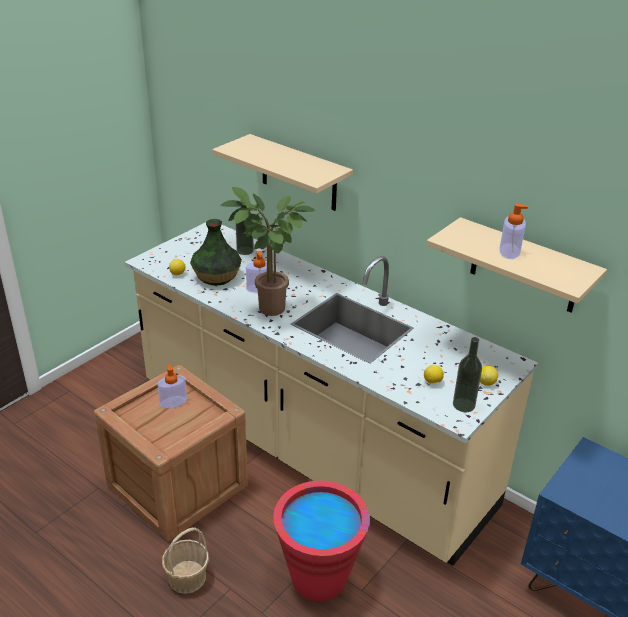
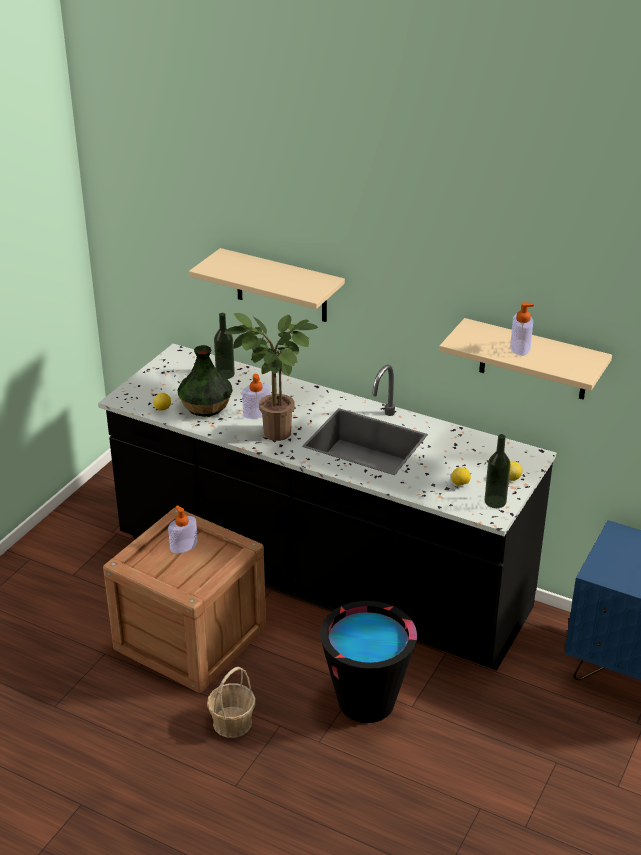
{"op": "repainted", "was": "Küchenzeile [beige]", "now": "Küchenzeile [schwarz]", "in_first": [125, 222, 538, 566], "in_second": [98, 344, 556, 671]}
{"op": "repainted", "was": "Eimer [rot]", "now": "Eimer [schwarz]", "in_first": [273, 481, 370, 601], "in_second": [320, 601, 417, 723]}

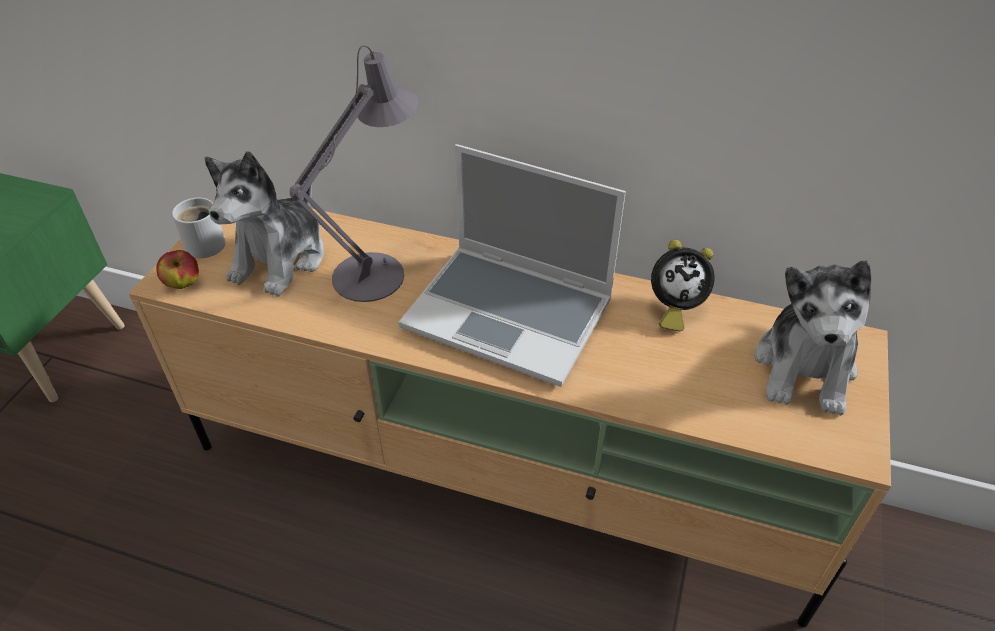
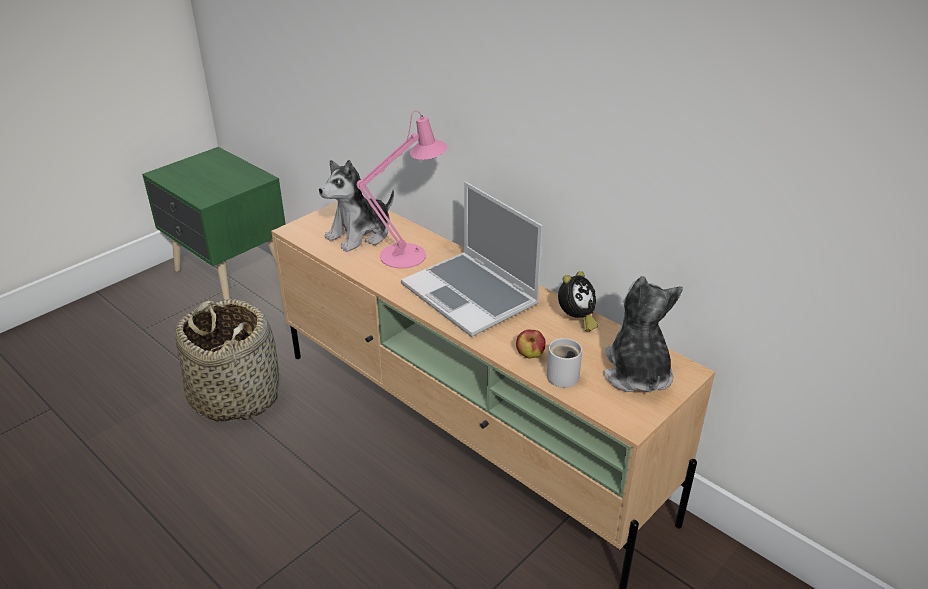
{"op": "new", "now": "Korb", "in_second": [175, 299, 279, 422]}
{"op": "repainted", "was": "Tischlampe [grau]", "now": "Tischlampe [rosa]", "in_first": [290, 45, 418, 302], "in_second": [357, 110, 448, 268]}
{"op": "shifted", "was": "Apfel", "in_first": [156, 250, 199, 289], "in_second": [516, 330, 545, 358]}
{"op": "shifted", "was": "Henkelbecher [weiß]", "in_first": [172, 198, 226, 258], "in_second": [547, 338, 582, 388]}
{"op": "rotated", "was": "Wecker", "in_first": [651, 239, 714, 331], "in_second": [558, 271, 598, 331], "clockwise": -75}
{"op": "rotated", "was": "Plüschtier", "in_first": [755, 261, 871, 416], "in_second": [603, 276, 683, 392], "clockwise": 135}

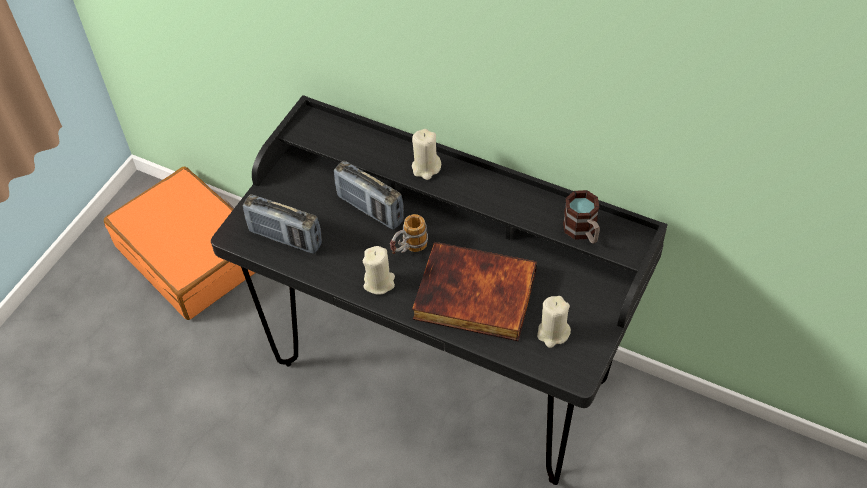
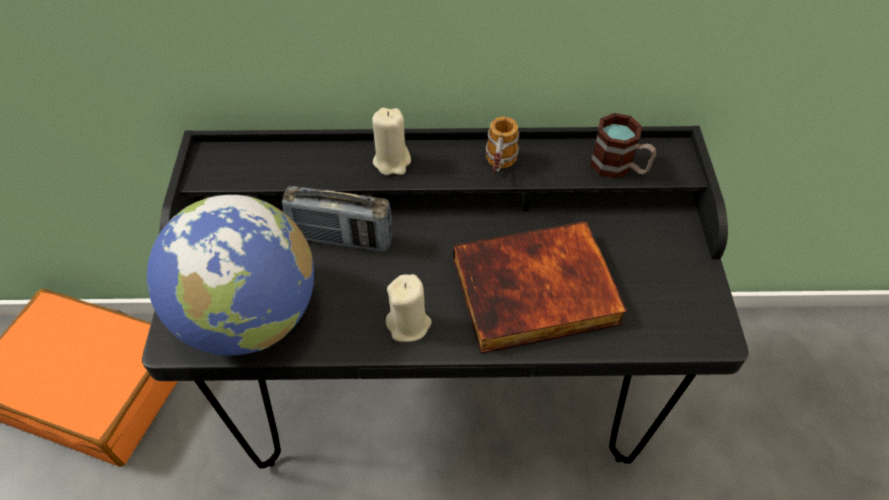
{"op": "swapped", "was": "Radio", "now": "Globus", "in_first": [243, 194, 322, 254], "in_second": [147, 195, 314, 356]}
{"op": "shifted", "was": "Henkelbecher", "in_first": [390, 214, 428, 254], "in_second": [486, 117, 519, 175]}
{"op": "gone", "was": "Kerze [beige]", "in_first": [537, 296, 571, 348]}

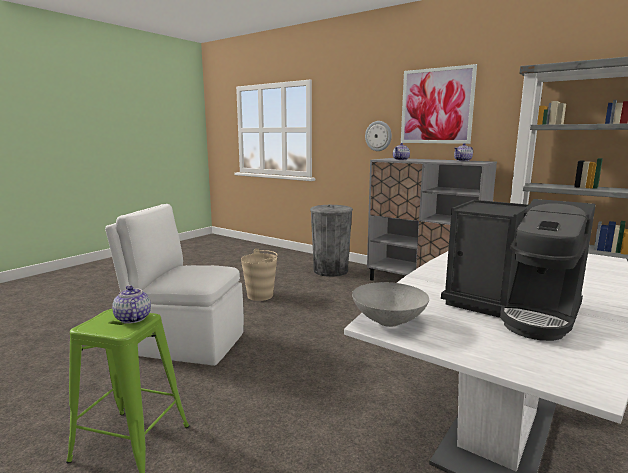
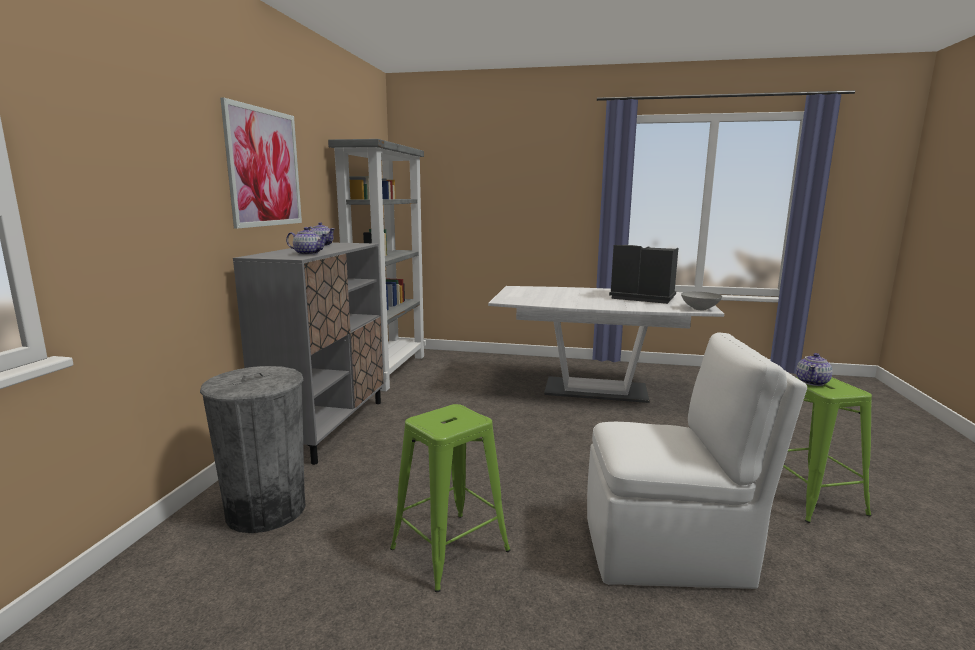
{"op": "swapped", "was": "Eimer [beige]", "now": "Hocker [grün]", "in_first": [241, 248, 278, 301], "in_second": [390, 404, 511, 592]}
{"op": "rotated", "was": "Stuhl [weiß]", "in_first": [105, 204, 244, 366], "in_second": [587, 332, 807, 589], "clockwise": -75}
{"op": "rotated", "was": "Kaffeemaschine", "in_first": [441, 199, 596, 341], "in_second": [609, 245, 678, 304], "clockwise": -75}
{"op": "gone", "was": "Wanduhr", "in_first": [365, 121, 392, 151]}

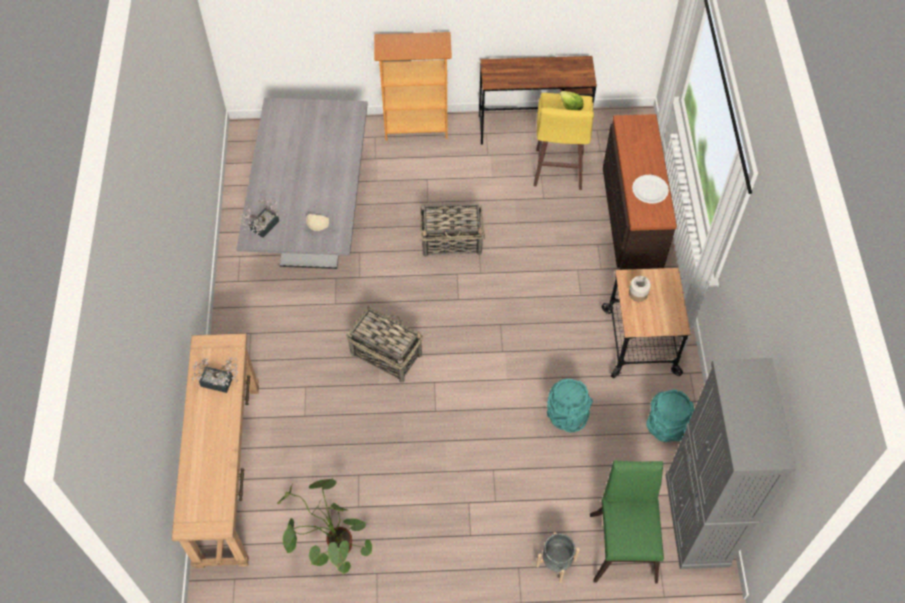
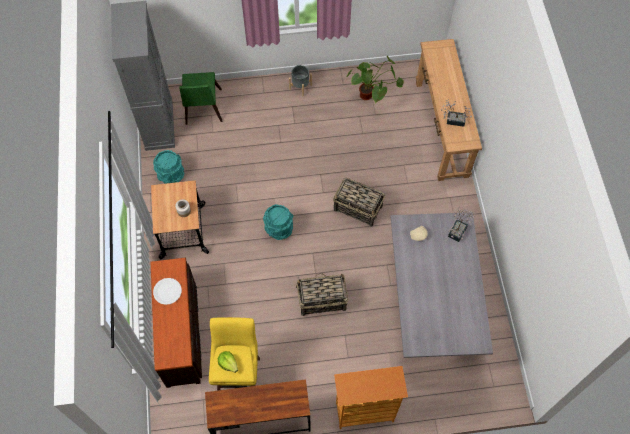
{"op": "shifted", "was": "Eimer [türkis]", "in_first": [547, 379, 593, 433], "in_second": [263, 204, 293, 240]}
{"op": "shifted", "was": "Pflanzkübel [grau]", "in_first": [536, 532, 580, 583], "in_second": [289, 65, 312, 96]}

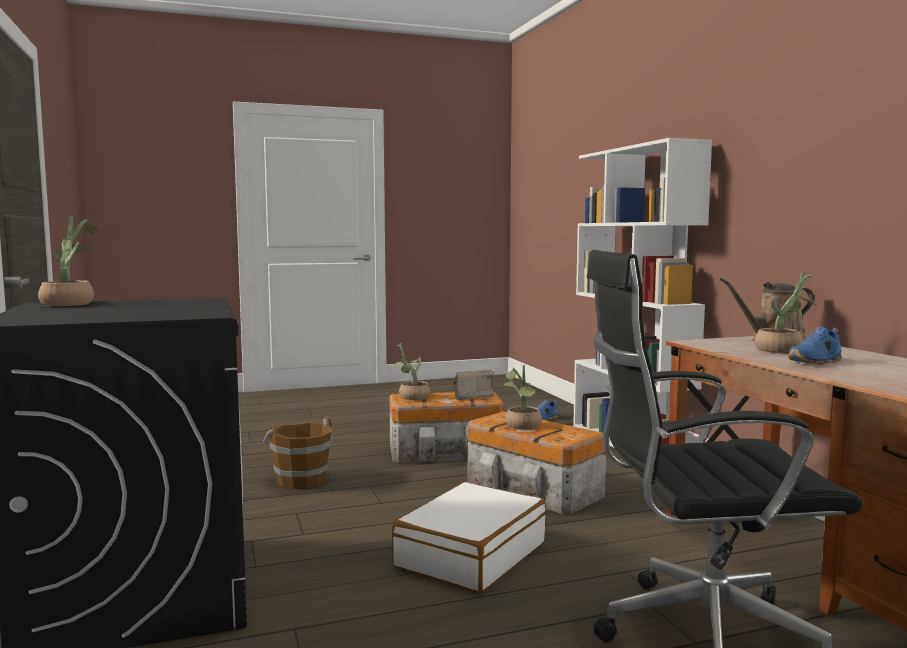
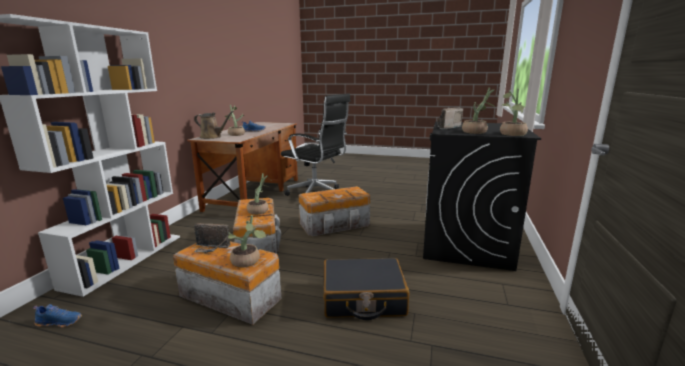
{"op": "swapped", "was": "Koffer [weiß]", "now": "Aufbewahrungsbox", "in_first": [392, 482, 546, 593], "in_second": [299, 186, 370, 236]}
{"op": "swapped", "was": "Eimer [braun]", "now": "Koffer [schwarz]", "in_first": [263, 417, 332, 489], "in_second": [323, 258, 409, 320]}
{"op": "new", "now": "Radio", "in_second": [437, 108, 463, 130]}
{"op": "new", "now": "Topfpflanze", "in_second": [462, 88, 498, 134]}

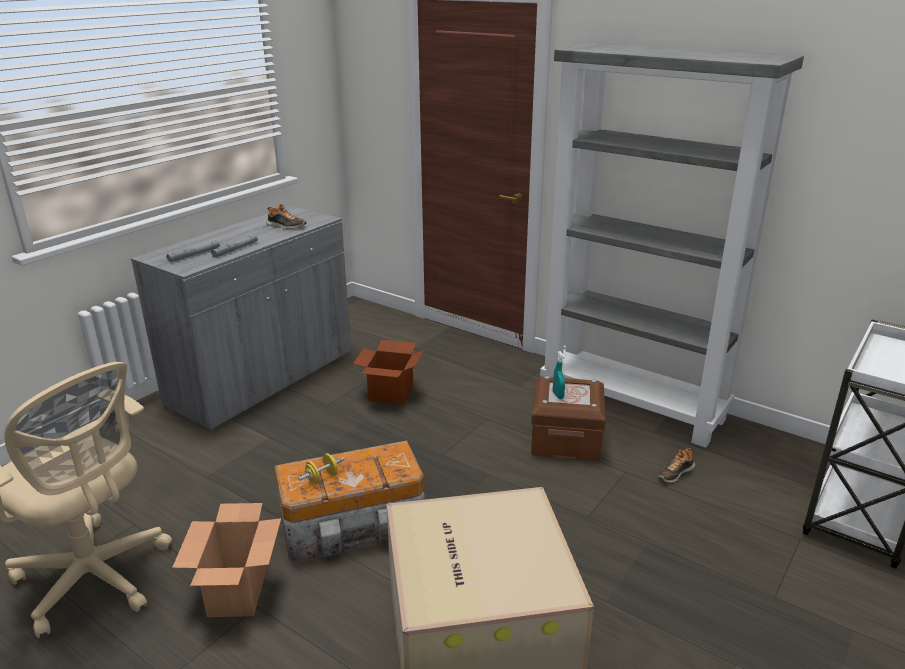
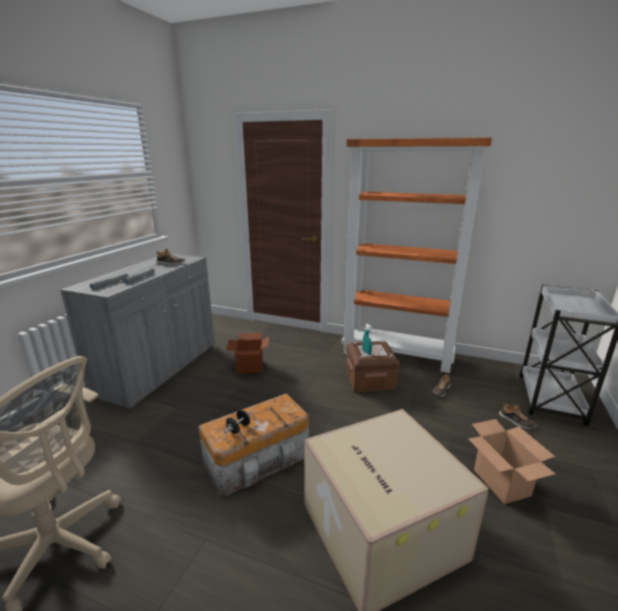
{"op": "repainted", "was": "Hantel [gelb]", "now": "Hantel [schwarz]", "in_first": [298, 453, 344, 484], "in_second": [224, 410, 252, 434]}
{"op": "repainted", "was": "Bücherregal [grau]", "now": "Bücherregal [orange]", "in_first": [540, 42, 804, 448], "in_second": [342, 138, 492, 373]}
{"op": "shifted", "was": "Karton", "in_first": [172, 503, 281, 617], "in_second": [468, 419, 555, 504]}
{"op": "new", "now": "Schuh", "in_second": [499, 403, 537, 429]}

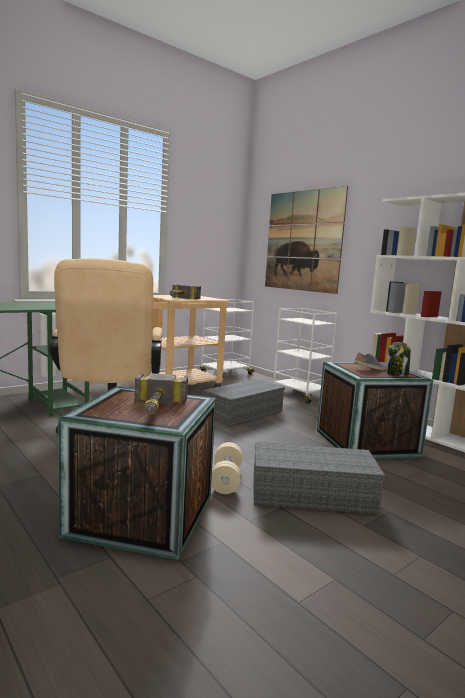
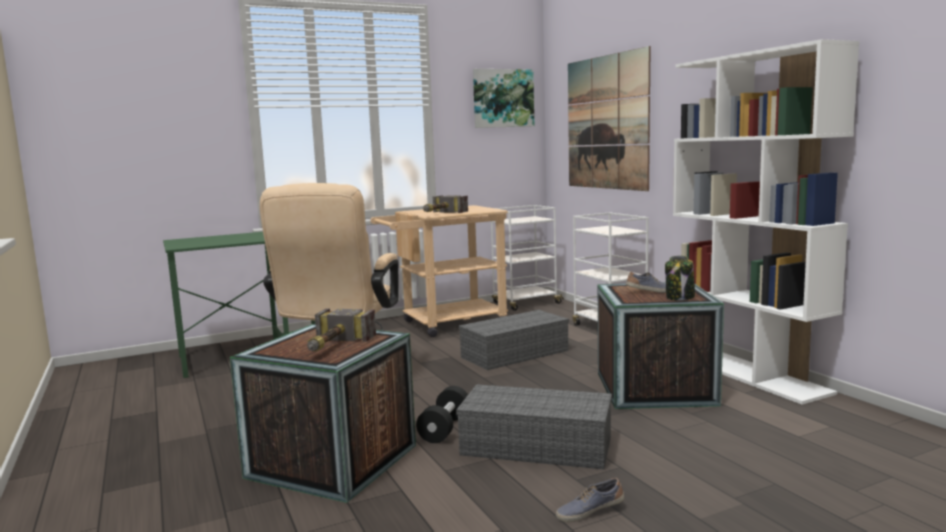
{"op": "repainted", "was": "Hantel [beige]", "now": "Hantel [schwarz]", "in_first": [211, 442, 242, 494], "in_second": [416, 386, 468, 443]}
{"op": "new", "now": "Bild", "in_second": [473, 69, 534, 128]}
{"op": "new", "now": "Schuh", "in_second": [556, 478, 624, 522]}

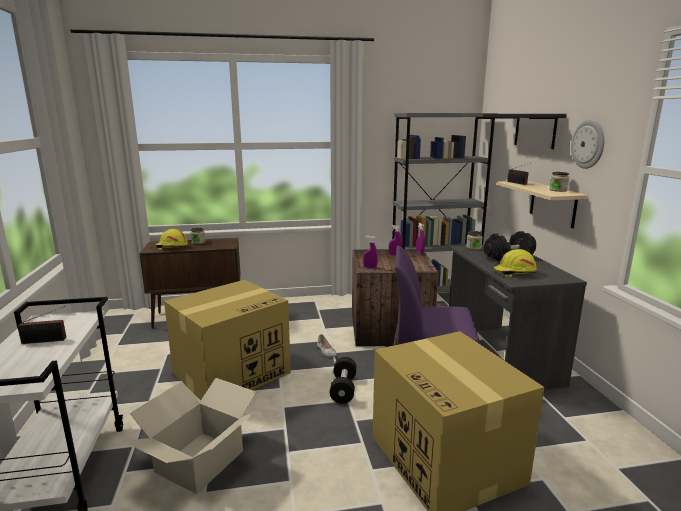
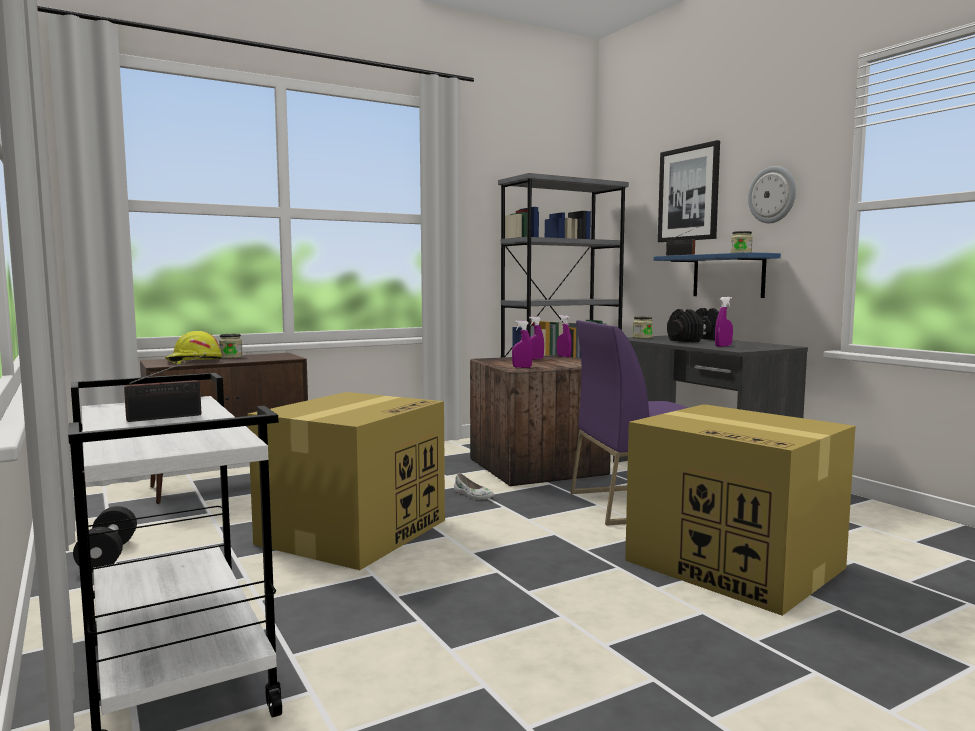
{"op": "shifted", "was": "Hantel [schwarz]", "in_first": [330, 357, 356, 404], "in_second": [73, 506, 137, 572]}
{"op": "repainted", "was": "Wandregal [beige]", "now": "Wandregal [blau]", "in_first": [497, 181, 588, 228], "in_second": [654, 252, 781, 298]}
{"op": "swapped", "was": "Wandregal [schwarz]", "now": "Bild", "in_first": [483, 114, 567, 149], "in_second": [658, 140, 720, 242]}
{"op": "swapped", "was": "Schutzhelm [gelb]", "now": "Sprühflasche [lila]", "in_first": [494, 249, 537, 277], "in_second": [715, 297, 733, 347]}
{"op": "gone", "was": "Karton", "in_first": [123, 378, 259, 494]}

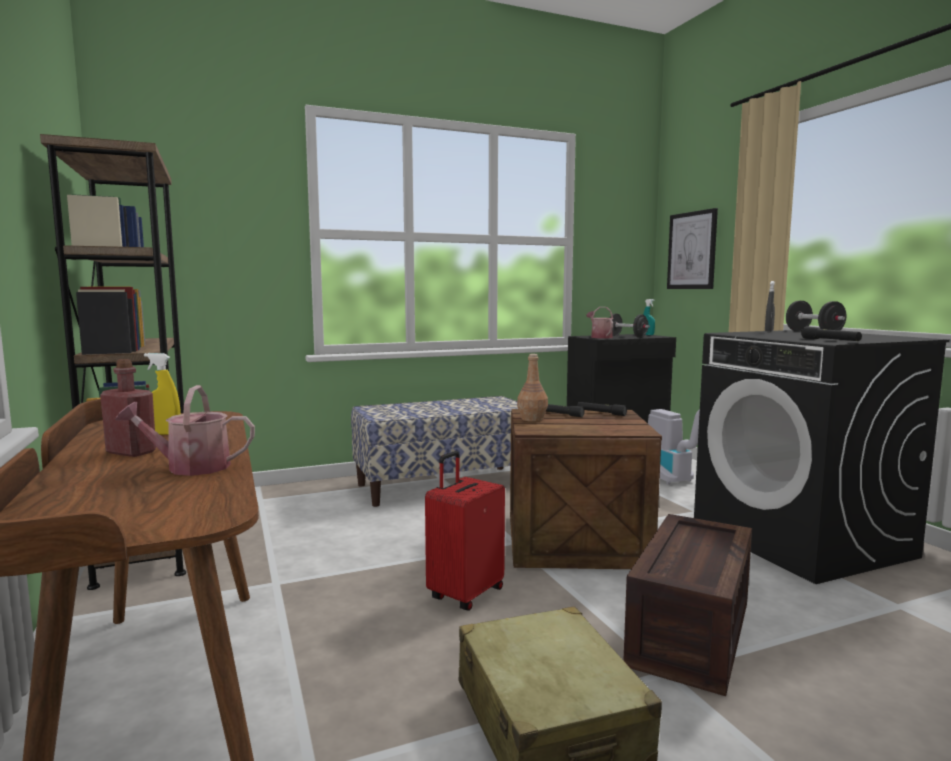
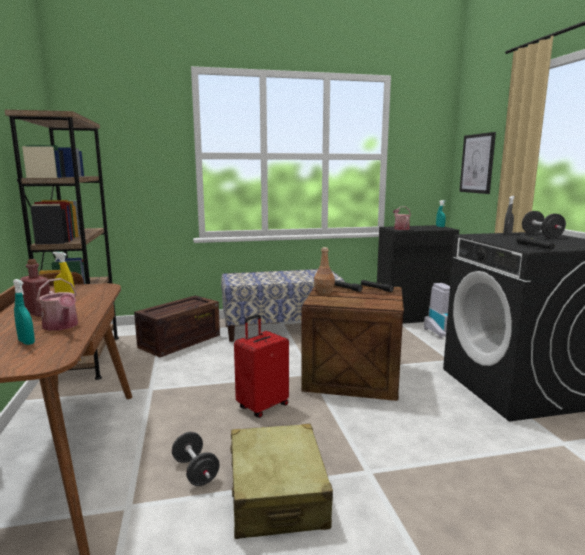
{"op": "new", "now": "Sprühflasche [türkis]", "in_second": [13, 279, 35, 345]}
{"op": "rotated", "was": "Gießkanne", "in_first": [115, 385, 255, 476], "in_second": [37, 278, 78, 331], "clockwise": -135}
{"op": "shifted", "was": "Kiste", "in_first": [623, 514, 752, 696], "in_second": [134, 295, 220, 357]}
{"op": "shifted", "was": "Hantel [schwarz]", "in_first": [610, 314, 650, 338], "in_second": [172, 432, 220, 486]}

